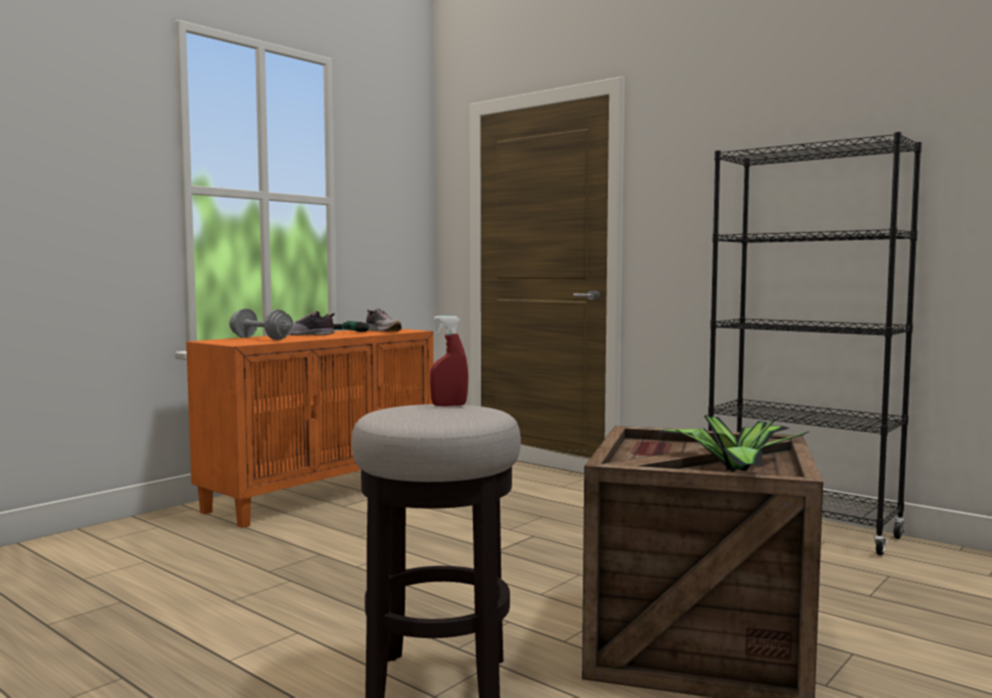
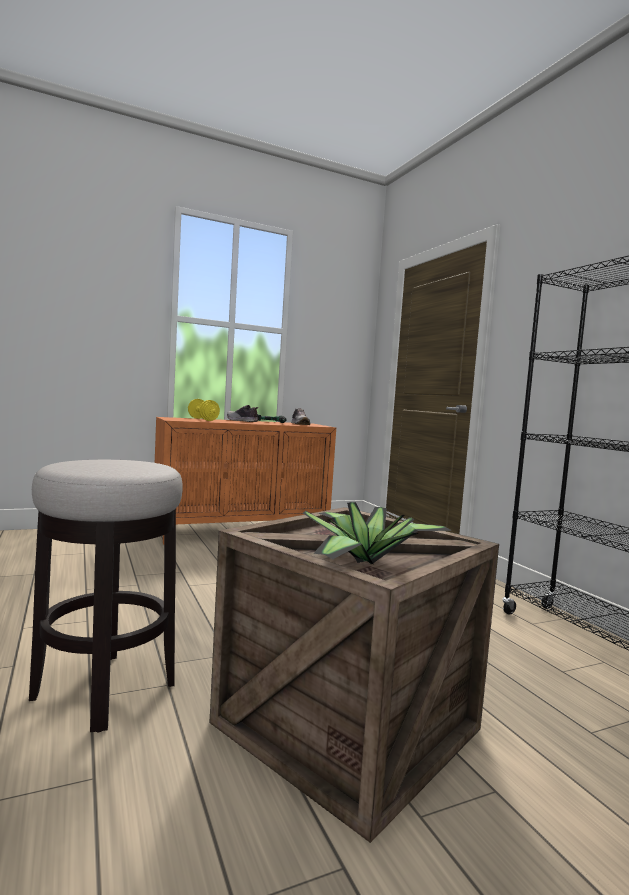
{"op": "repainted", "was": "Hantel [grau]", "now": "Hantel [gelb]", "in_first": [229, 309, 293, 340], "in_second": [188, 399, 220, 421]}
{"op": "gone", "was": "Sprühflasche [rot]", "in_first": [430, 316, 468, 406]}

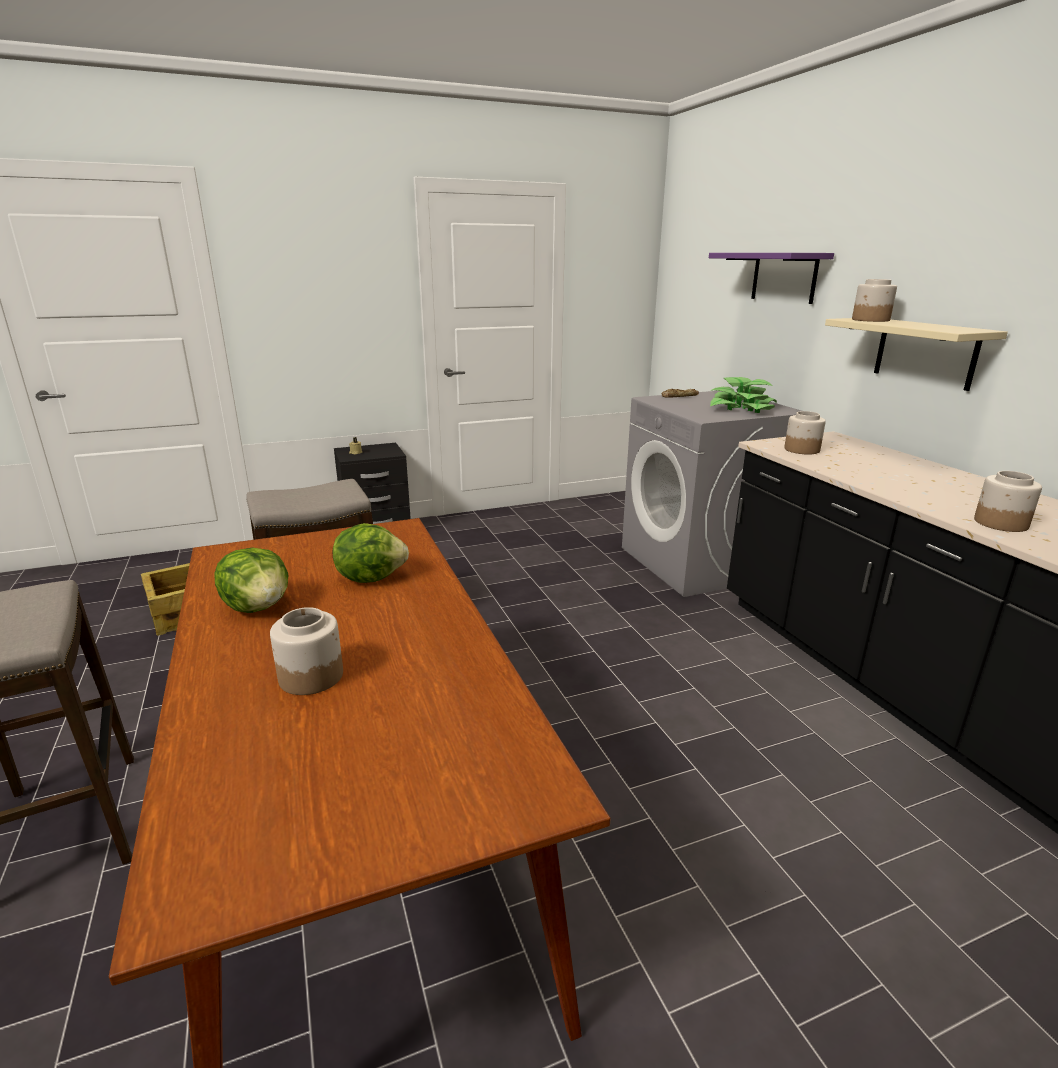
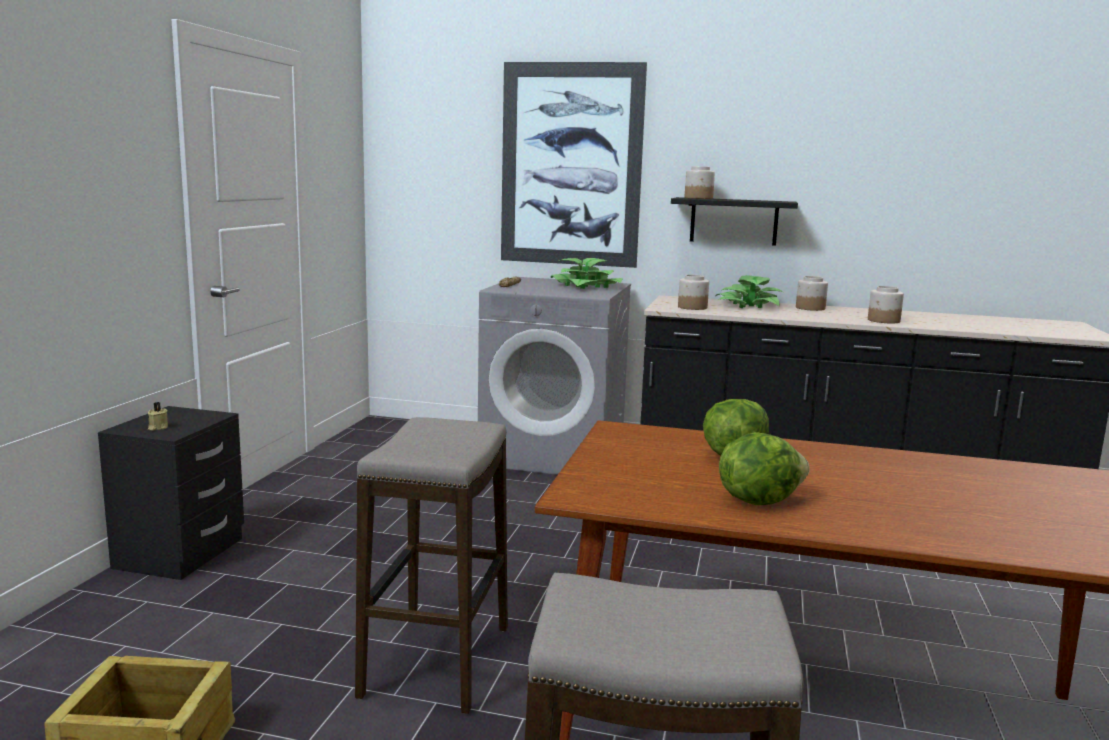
{"op": "swapped", "was": "Wandregal [lila]", "now": "Bild", "in_first": [709, 253, 834, 304], "in_second": [501, 62, 647, 268]}
{"op": "repainted", "was": "Wandregal [beige]", "now": "Wandregal [schwarz]", "in_first": [825, 318, 1008, 391], "in_second": [671, 197, 798, 246]}
{"op": "new", "now": "Topfpflanze", "in_second": [716, 275, 783, 308]}
{"op": "shifted", "was": "Vorratsglas", "in_first": [270, 607, 343, 695], "in_second": [796, 276, 828, 311]}

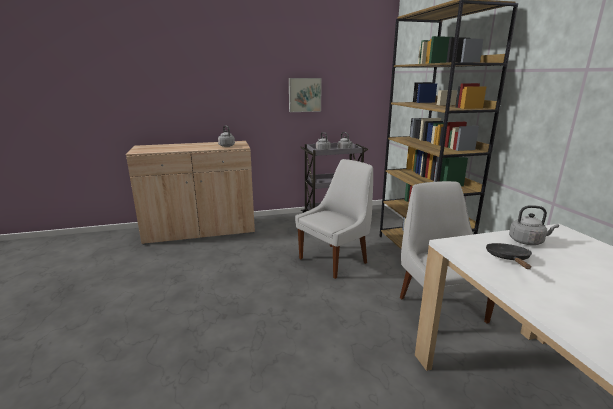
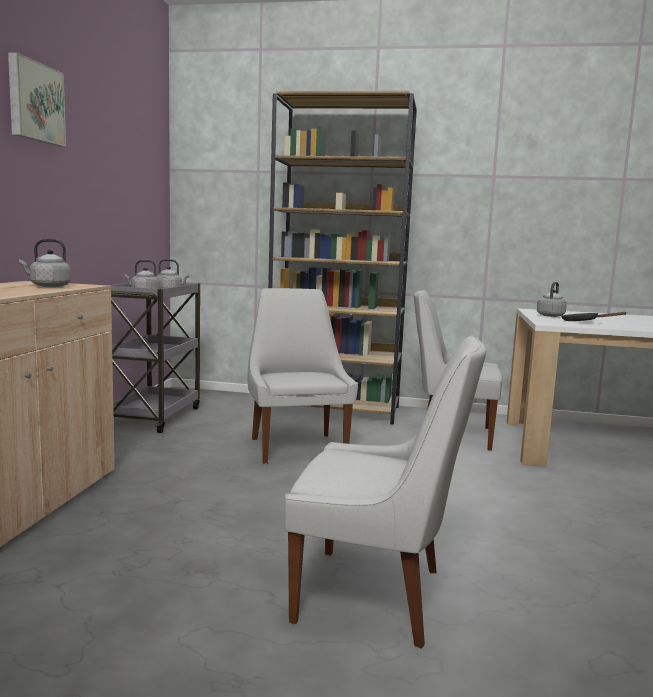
{"op": "shifted", "was": "Bild", "in_first": [289, 78, 322, 112], "in_second": [8, 52, 66, 147]}
{"op": "new", "now": "Stuhl [weiß]", "in_second": [284, 336, 486, 649]}

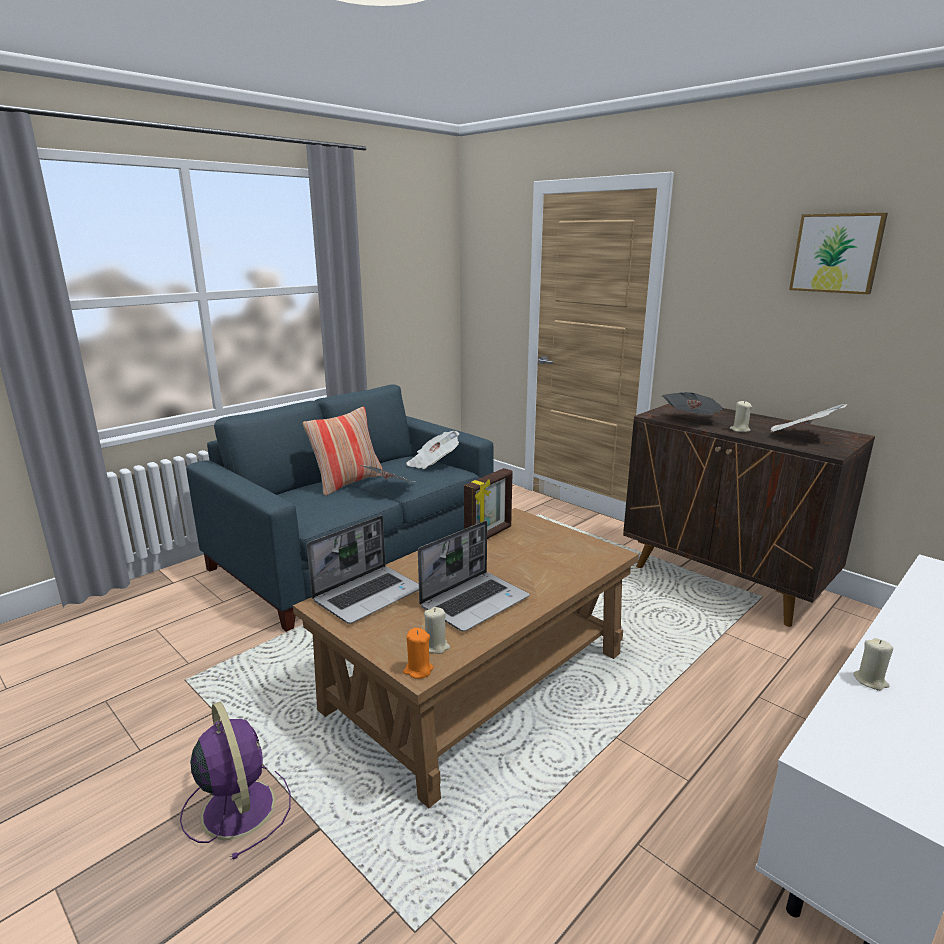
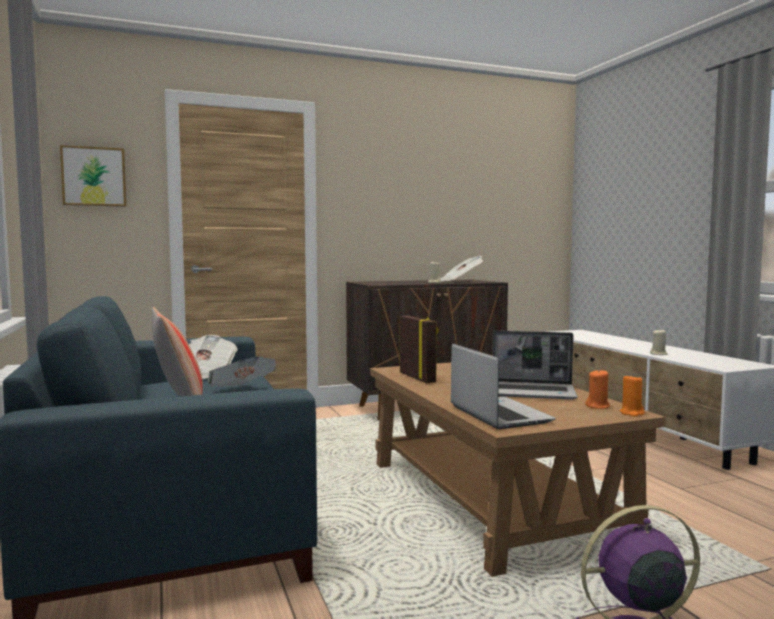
{"op": "shifted", "was": "Bild", "in_first": [789, 213, 888, 294], "in_second": [60, 145, 127, 207]}
{"op": "rotated", "was": "Laptop", "in_first": [418, 521, 530, 632], "in_second": [492, 331, 578, 400], "clockwise": 120}
{"op": "repainted", "was": "Kerze [beige]", "now": "Kerze [orange]", "in_first": [424, 607, 450, 654], "in_second": [585, 369, 610, 409]}
{"op": "gone", "was": "Zeitung", "in_first": [662, 392, 724, 415]}

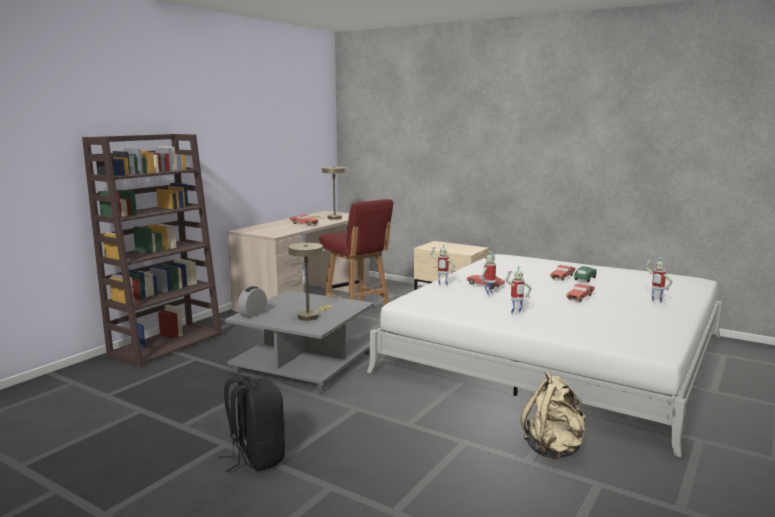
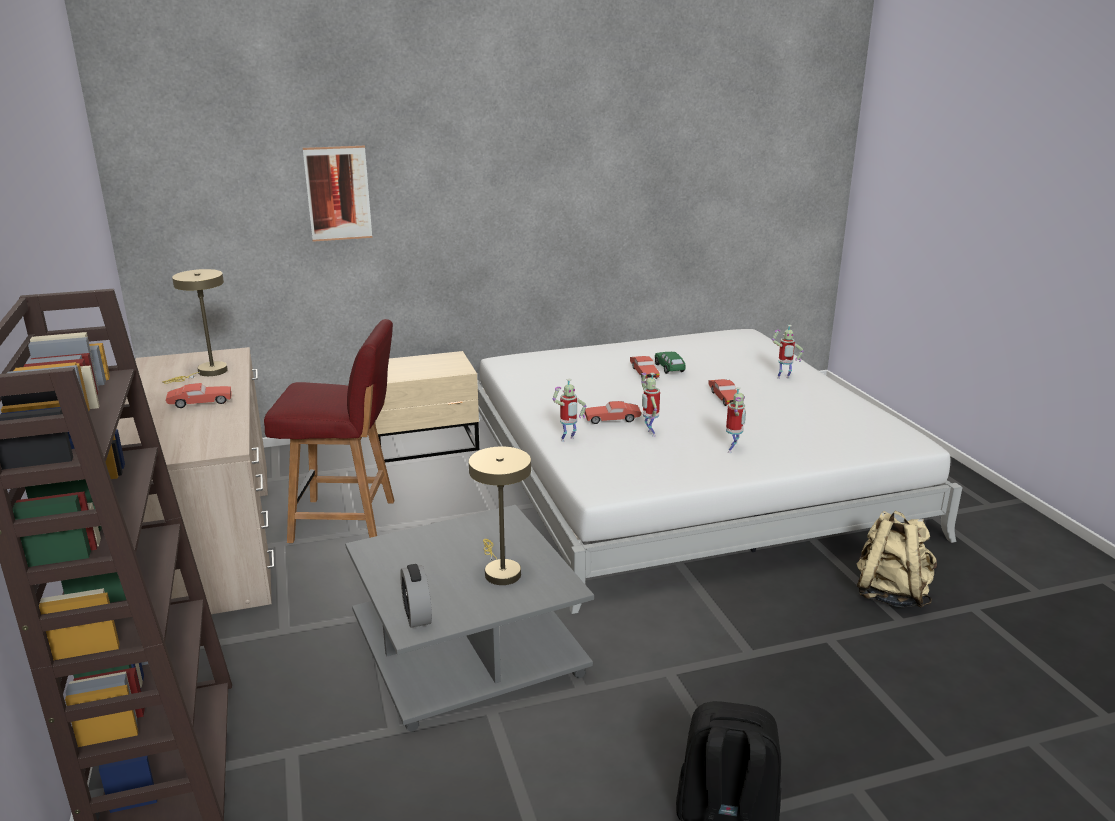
{"op": "new", "now": "Bild", "in_second": [303, 146, 372, 242]}

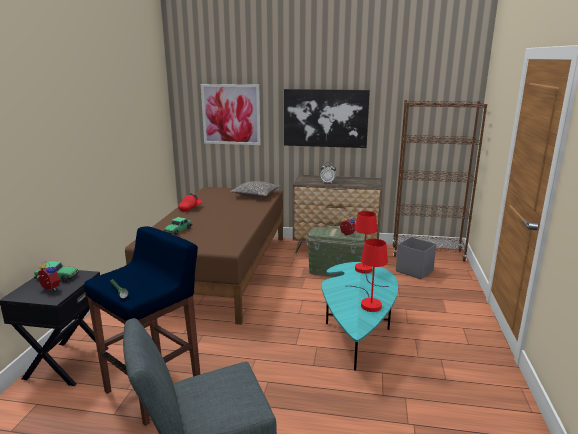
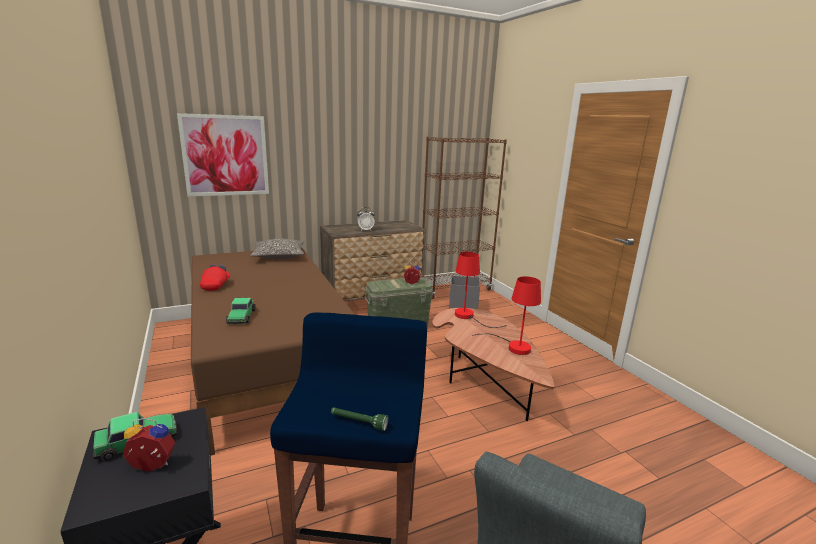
{"op": "repainted", "was": "Couchtisch [türkis]", "now": "Couchtisch [braun]", "in_first": [322, 262, 398, 371], "in_second": [432, 308, 554, 421]}
{"op": "gone", "was": "Bild", "in_first": [284, 89, 370, 148]}

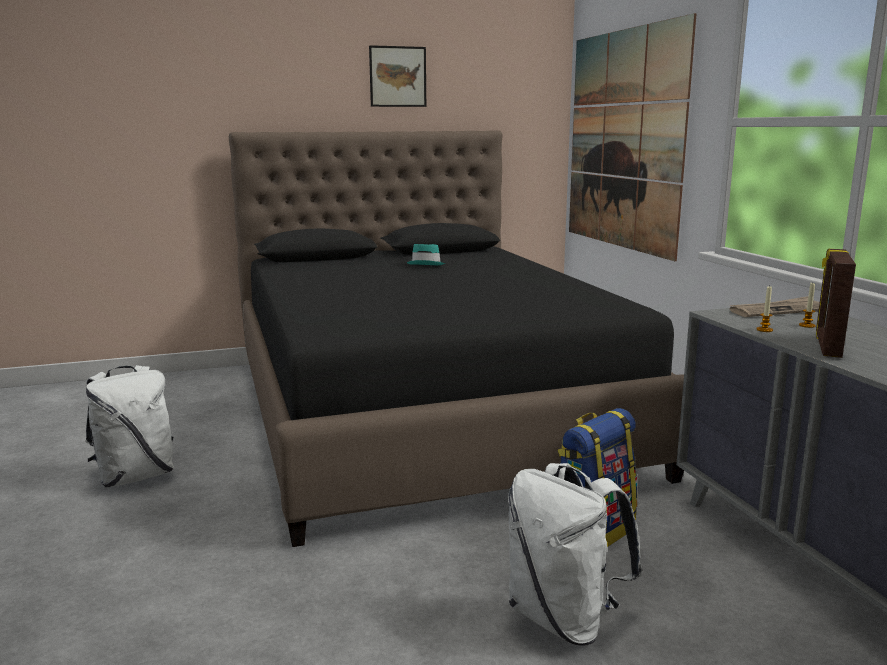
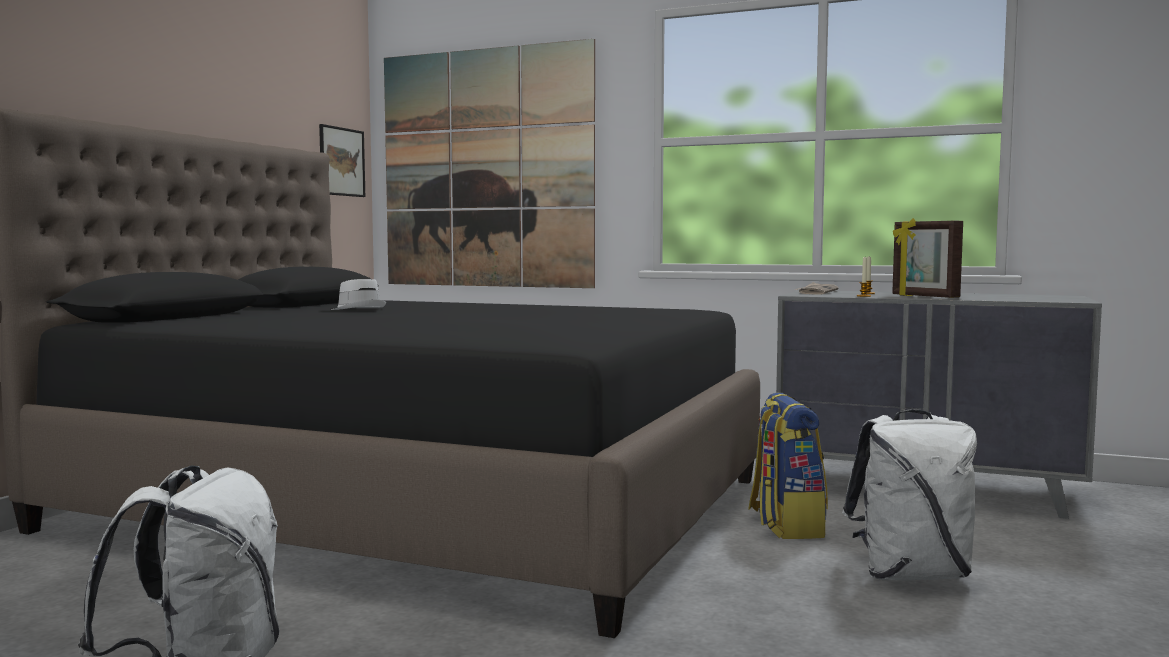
{"op": "shifted", "was": "Bild", "in_first": [369, 45, 426, 107], "in_second": [319, 124, 365, 197]}
{"op": "repainted", "was": "Hut [türkis]", "now": "Hut [weiß]", "in_first": [407, 244, 445, 265], "in_second": [331, 279, 386, 310]}

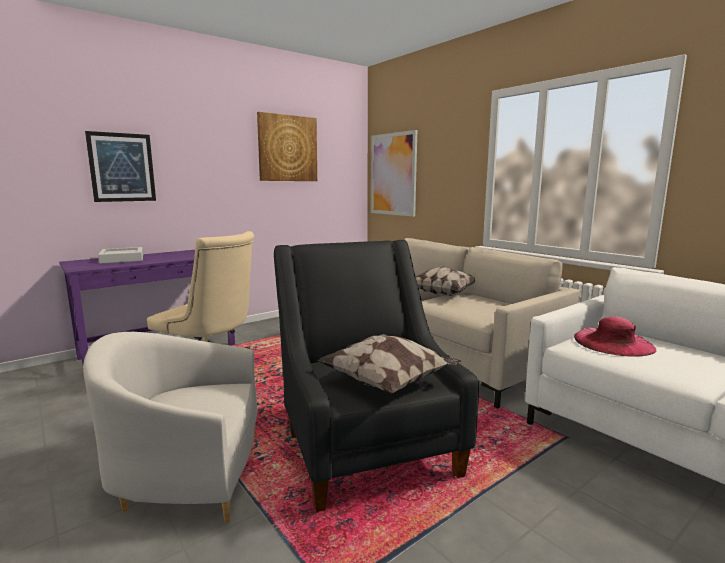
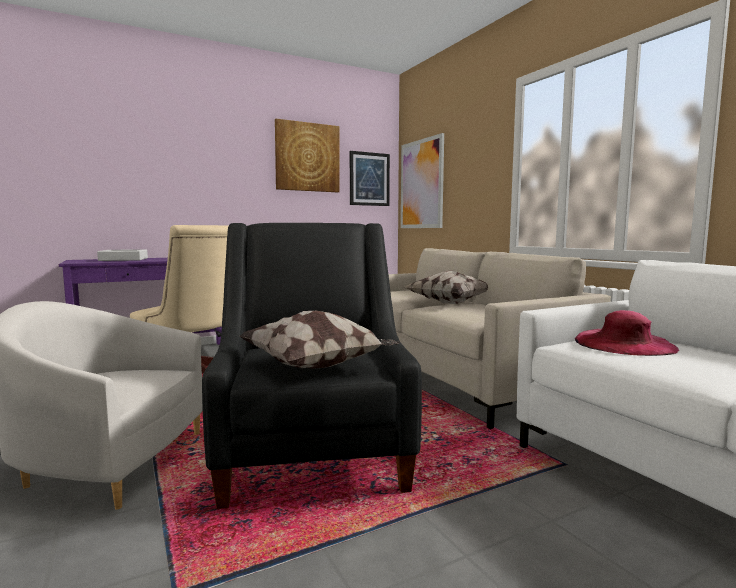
{"op": "shifted", "was": "Bild", "in_first": [85, 131, 156, 202], "in_second": [350, 151, 390, 206]}

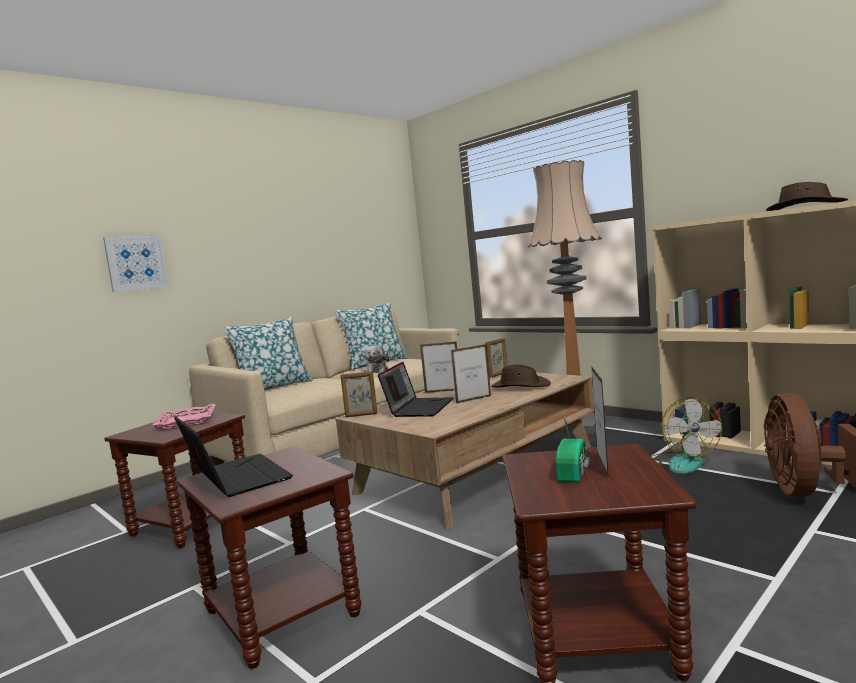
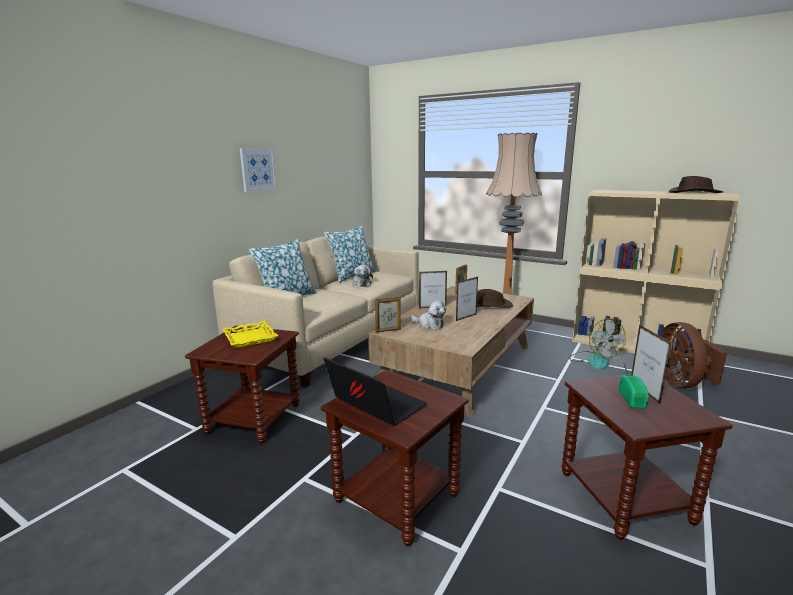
{"op": "repainted", "was": "Tablett [rosa]", "now": "Tablett [gelb]", "in_first": [152, 404, 216, 430], "in_second": [223, 321, 278, 348]}
{"op": "shifted", "was": "Bild", "in_first": [103, 235, 169, 292], "in_second": [240, 148, 277, 192]}
{"op": "swapped", "was": "Laptop", "now": "Plüschtier", "in_first": [378, 362, 453, 417], "in_second": [411, 300, 446, 329]}

